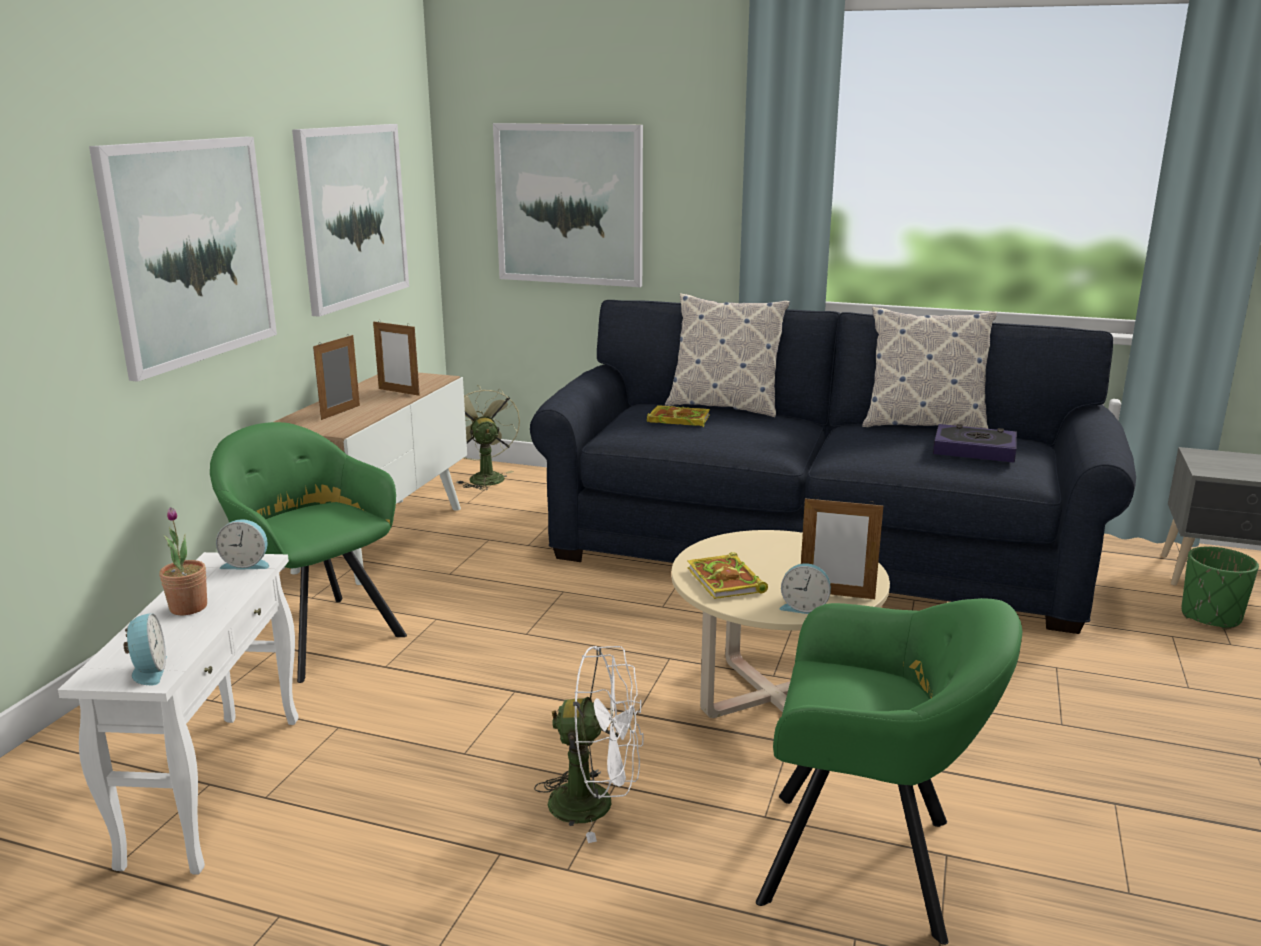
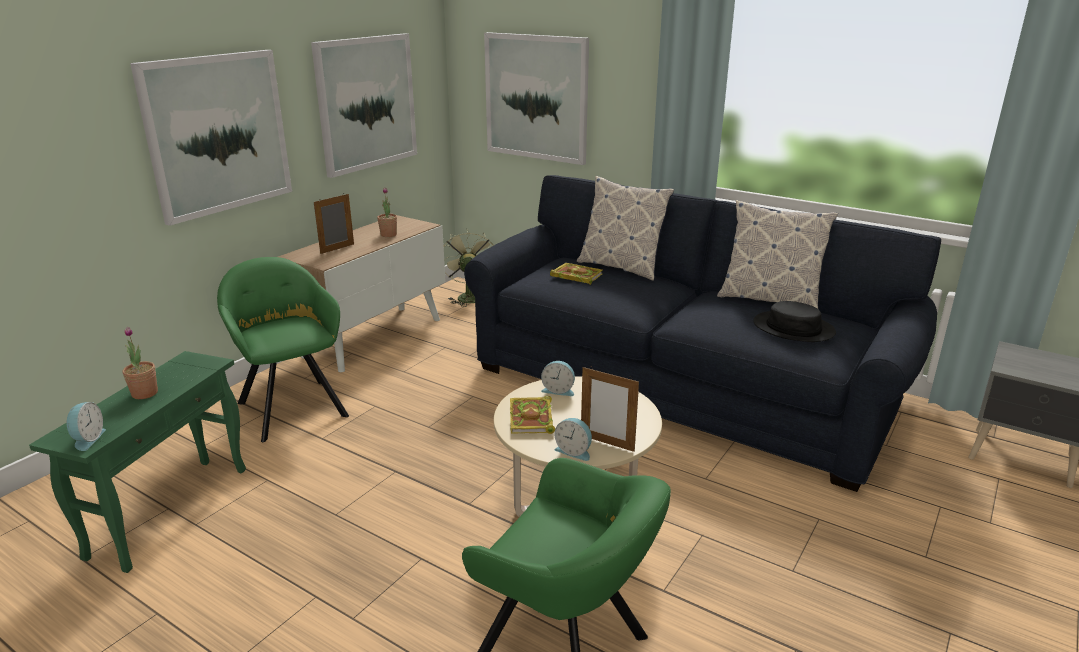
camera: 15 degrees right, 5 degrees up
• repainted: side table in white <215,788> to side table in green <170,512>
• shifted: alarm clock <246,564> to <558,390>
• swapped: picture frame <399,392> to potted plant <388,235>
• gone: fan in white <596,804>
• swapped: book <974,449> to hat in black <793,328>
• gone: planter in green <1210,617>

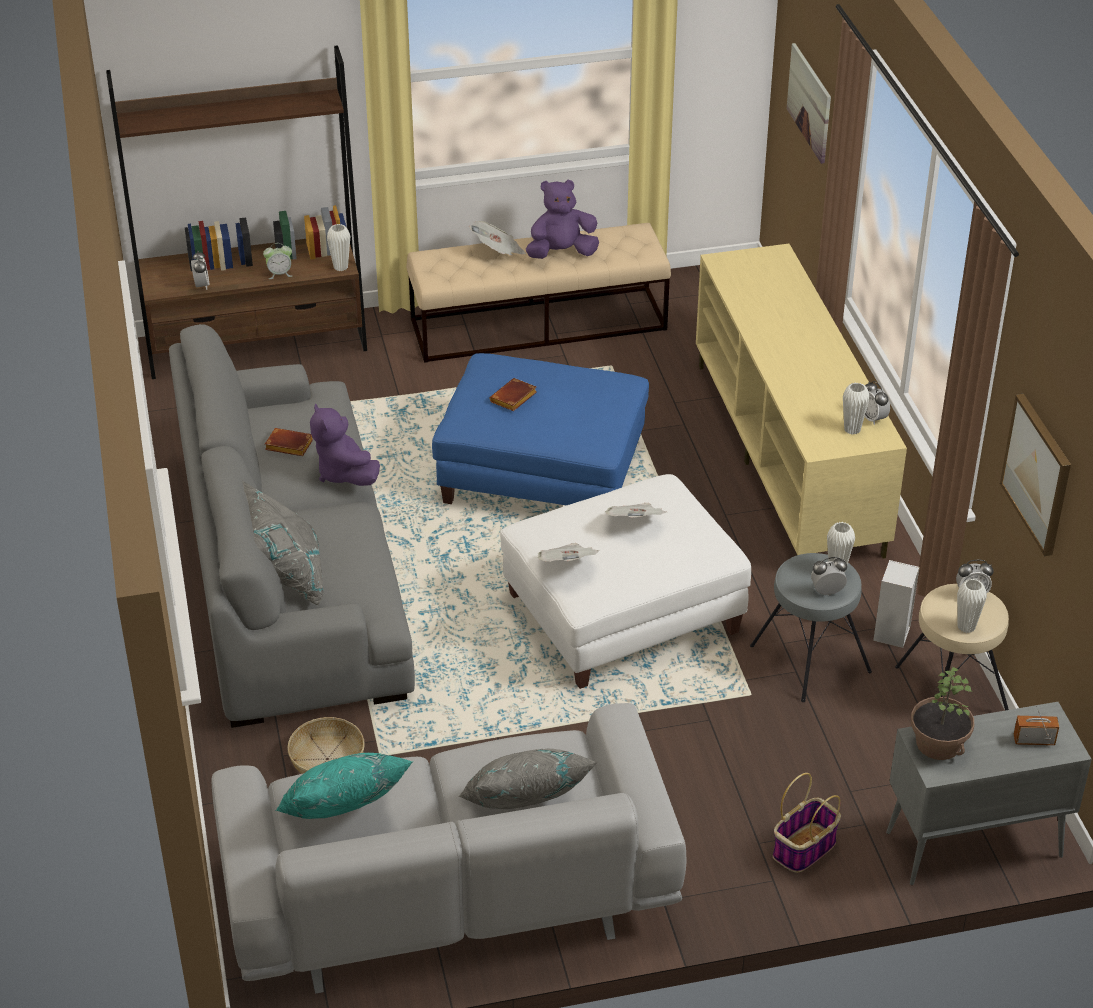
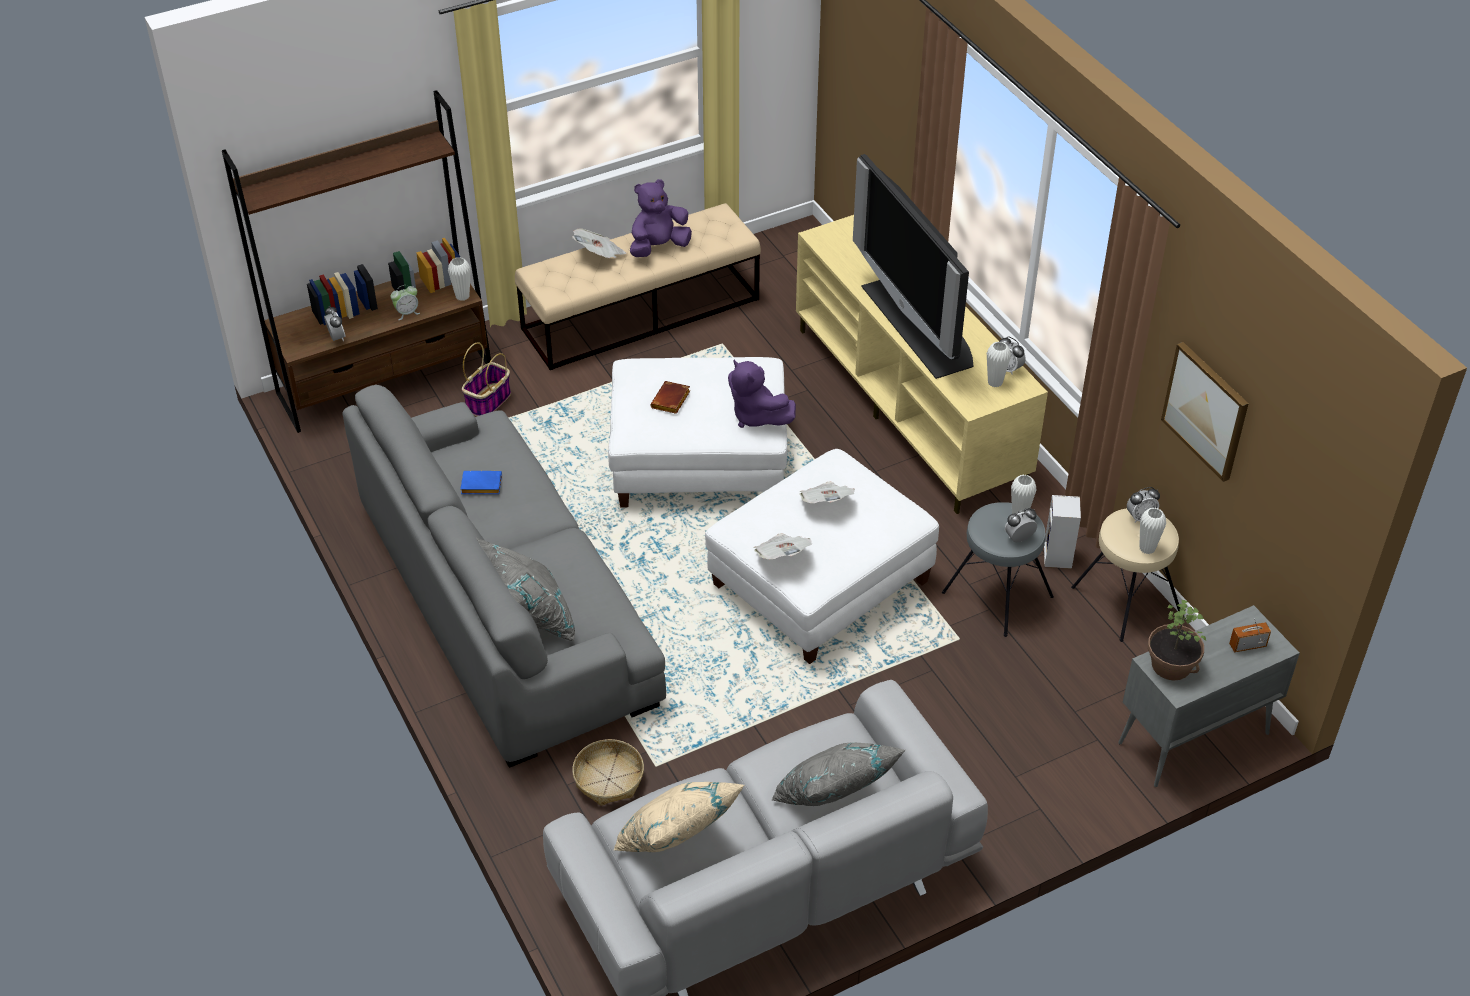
camera: 15 degrees left, 5 degrees up
• repainted: book in brown <287,446> to book in blue <480,486>
• repainted: pillow in turquoise <346,817> to pillow in beige <678,842>
• shifted: plush toy in purple <344,473> to <756,416>
• repainted: ottoman in blue <542,473> to ottoman in white <698,461>
• shifted: basket <804,849> to <488,402>
• gone: picture <809,102>
• new: television <919,325>

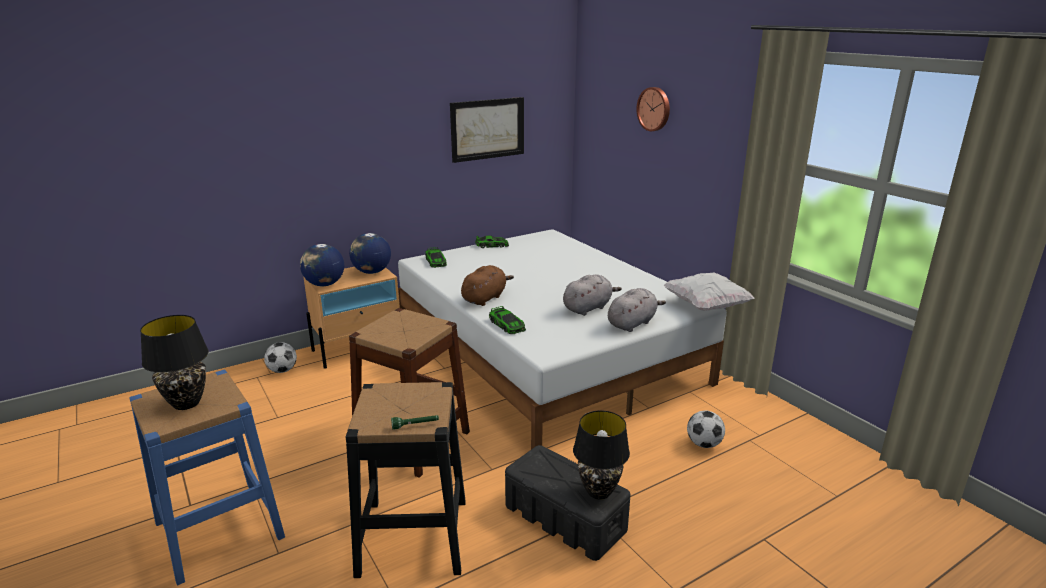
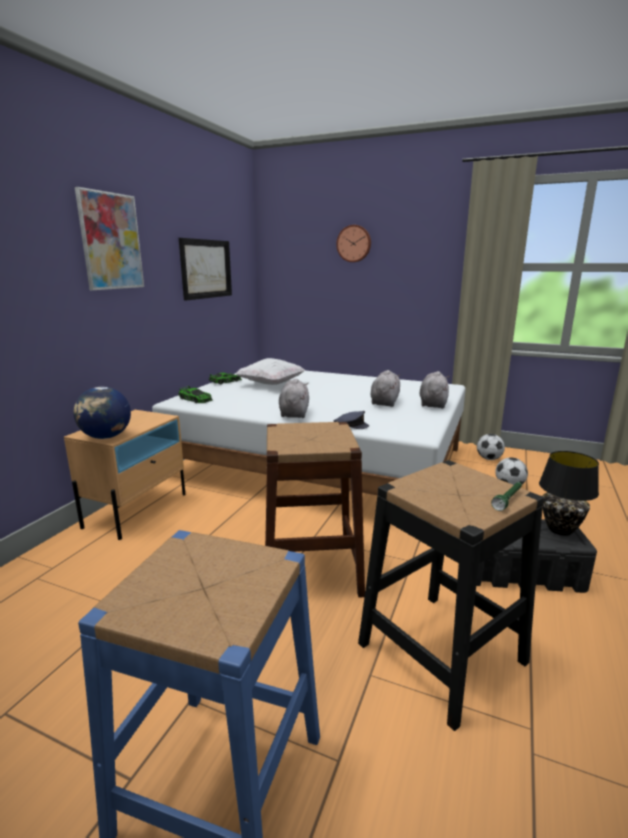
camera: 35 degrees left, 5 degrees down
• gone: table lamp in black <186,404>
• shifted: football <282,370> to <489,459>
• gone: globe <371,272>
• repainted: plush toy in brown <485,298> to plush toy in grey <294,413>
• swapped: toy car <507,325> to cap in grey <350,425>
• shifted: pillow in white <706,306> to <271,384>
• new: picture <111,241>

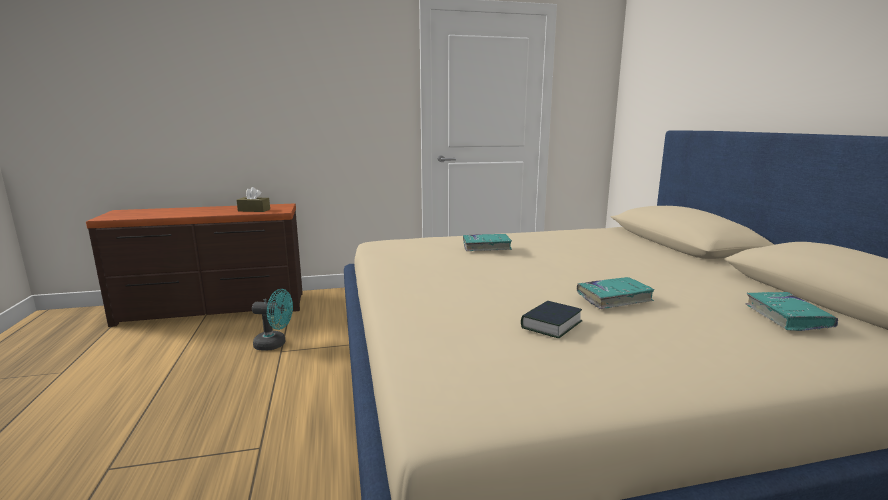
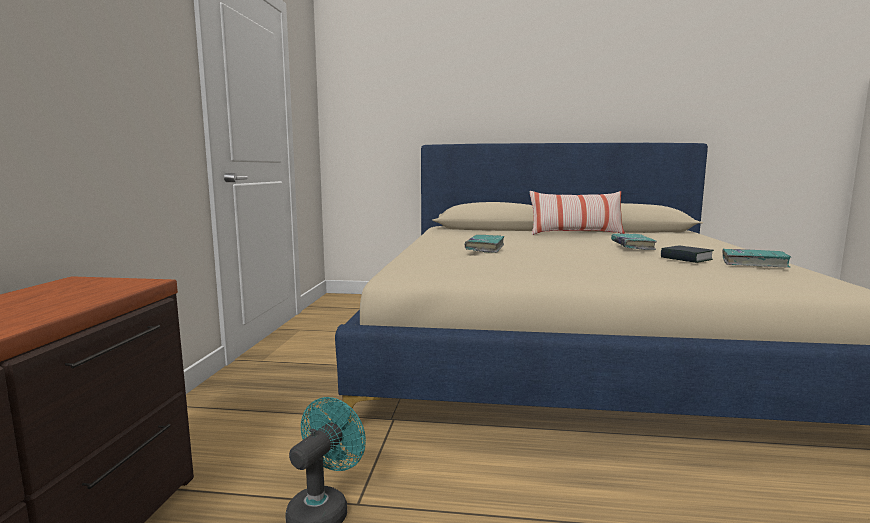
camera: 70 degrees left, 5 degrees down
• gone: tissue box in brown <254,210>
• shifted: book in turquoise <787,317> to <754,264>
• new: pillow <576,233>

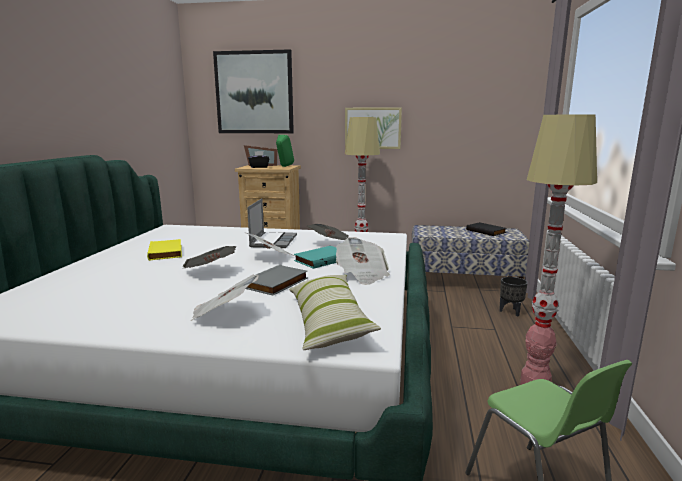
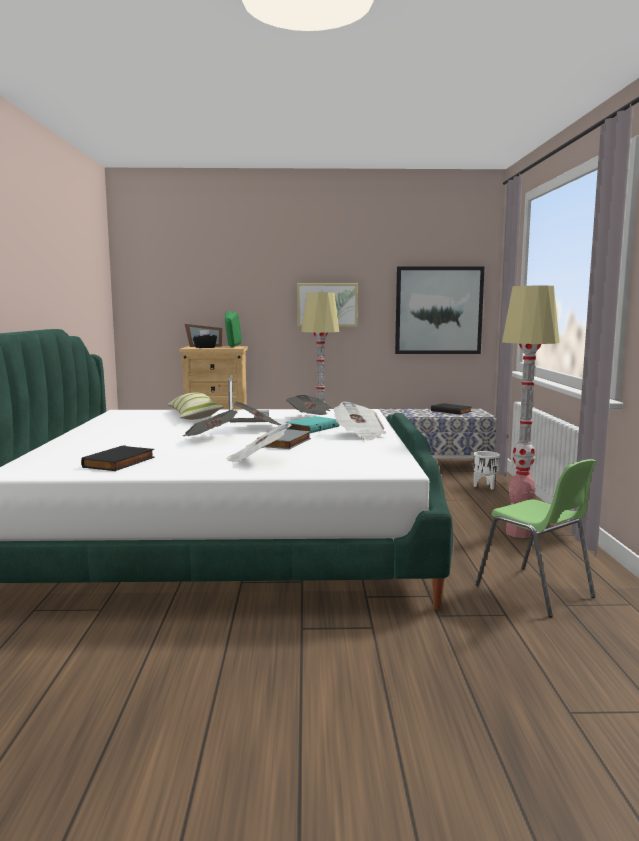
camera: 10 degrees left, 5 degrees down
• gone: book in yellow <167,252>
• shifted: picture <254,93> to <438,310>
• shifted: pillow <328,322> to <194,416>
• repainted: planter in black <511,311> to planter in white <485,486>
• new: book in black <120,463>

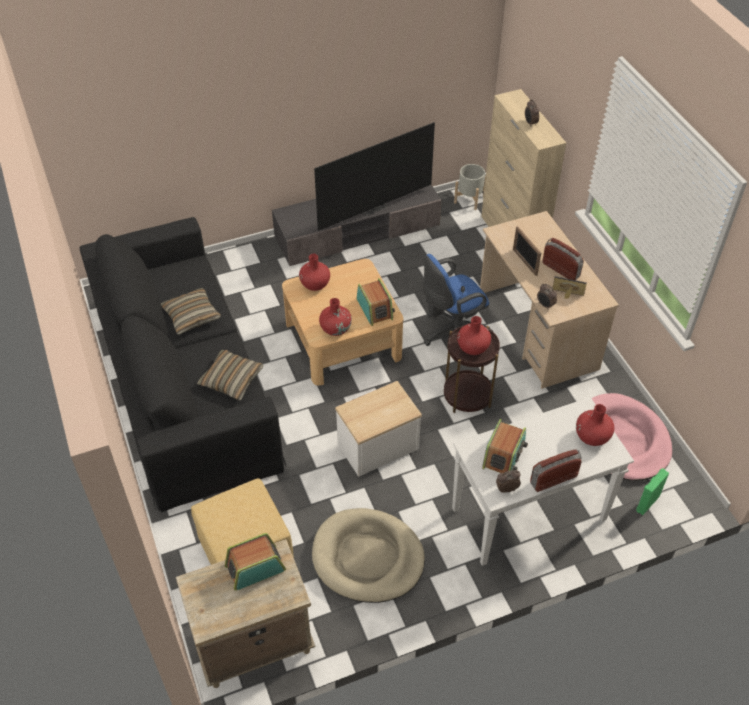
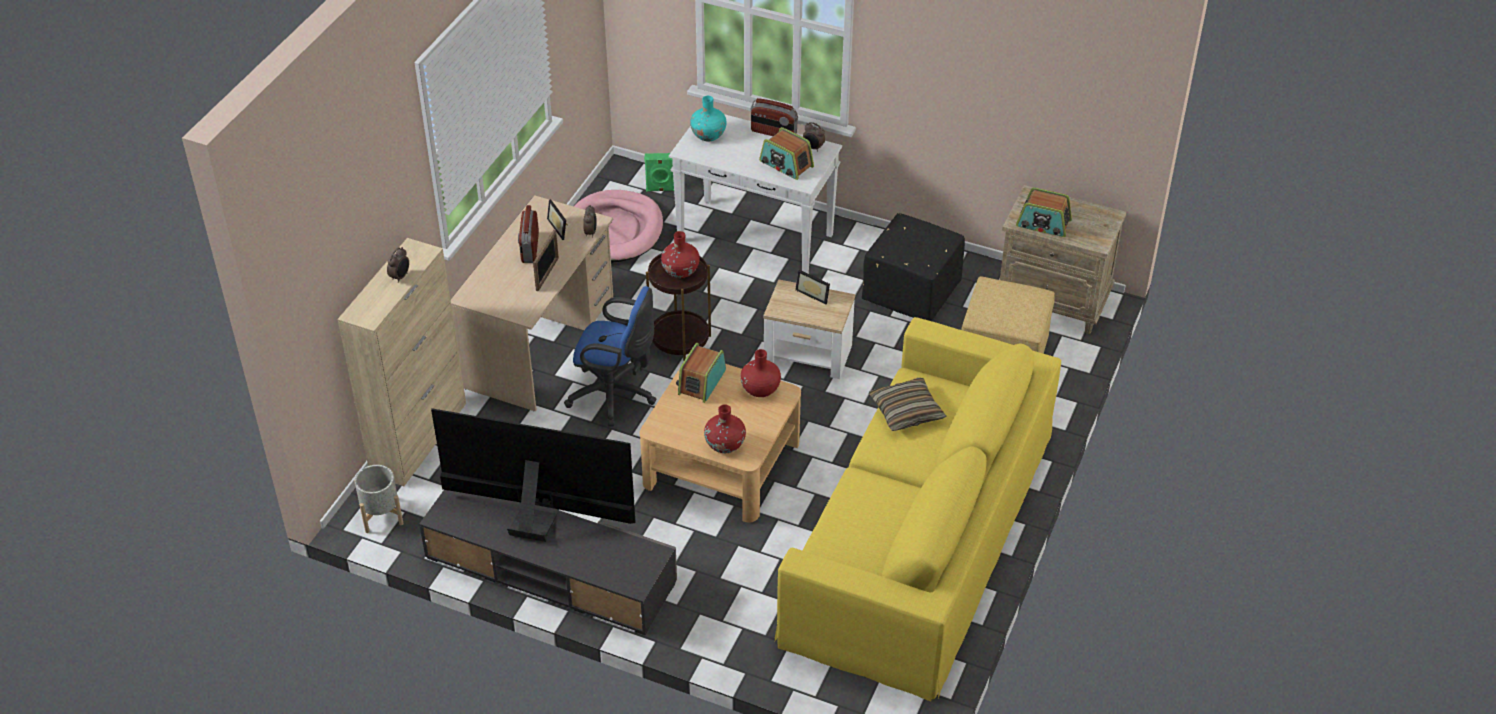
camera: 135 degrees left, 5 degrees down
• repainted: sofa in black <184,381> to sofa in yellow <920,534>
• gone: pillow <191,316>
• swapped: dog bed in beige <368,558> to ottoman in black <910,292>
• rotated: radio <504,455> = <786,164> 120 degrees counterclockwise
• repainted: vase in red <592,437> to vase in turquoise <708,135>
• new: picture frame <814,293>

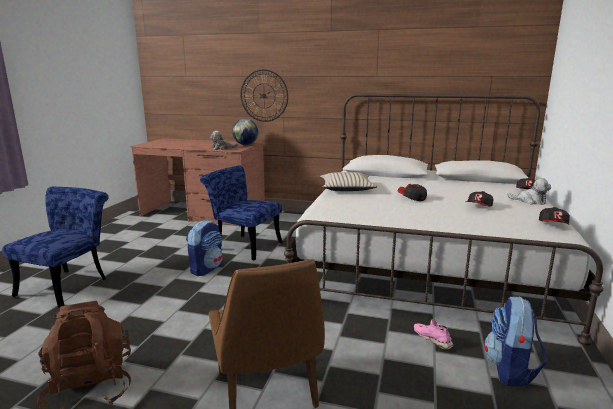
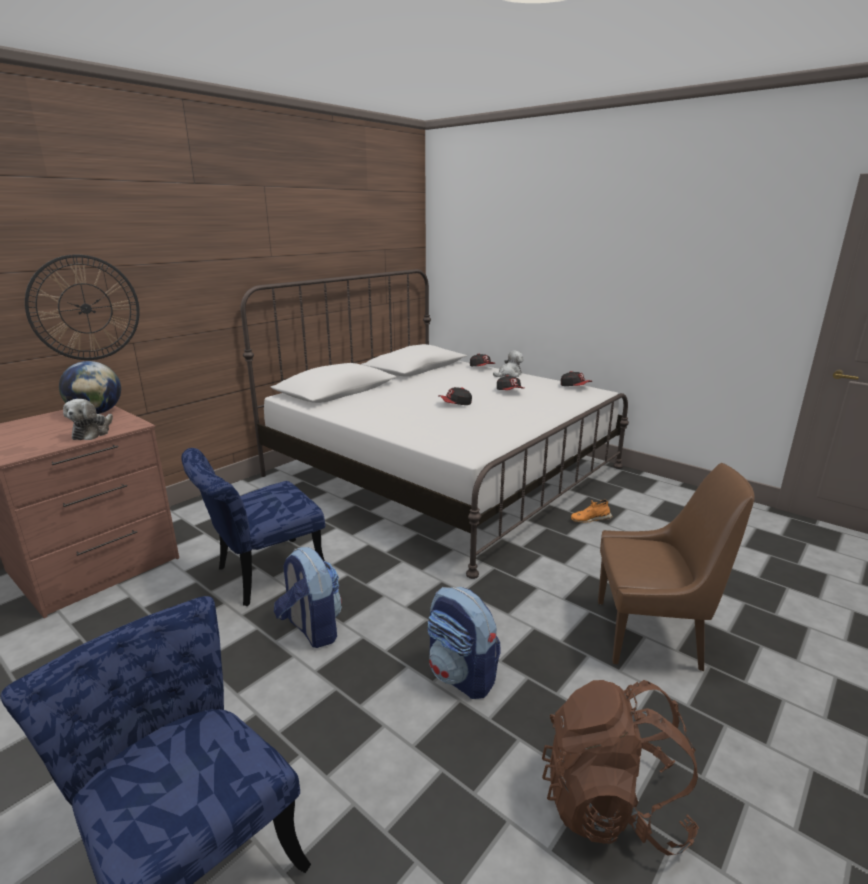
camera: 65 degrees left, 5 degrees up
• gone: pillow in beige <346,188>
• repainted: shoe in pink <432,339> to shoe in orange <590,519>
• shifted: backpack <510,370> to <462,675>

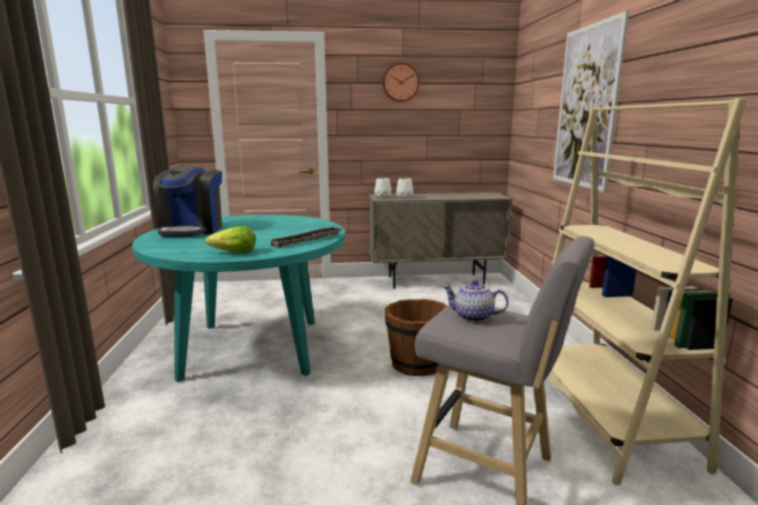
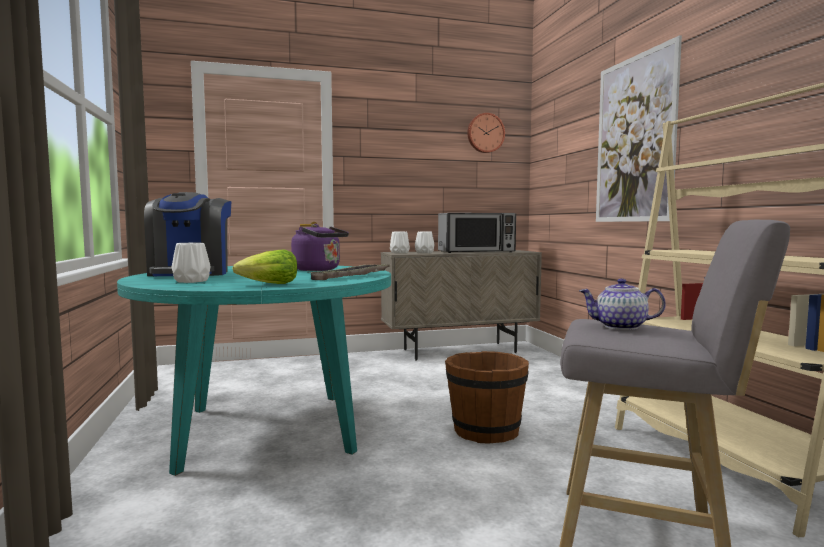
camera: 10 degrees left, 10 degrees down
• shifted: wall clock <400,82> to <485,133>
• new: vase in white <192,281>
• new: kettle in purple <319,270>
• new: microwave <476,251>

